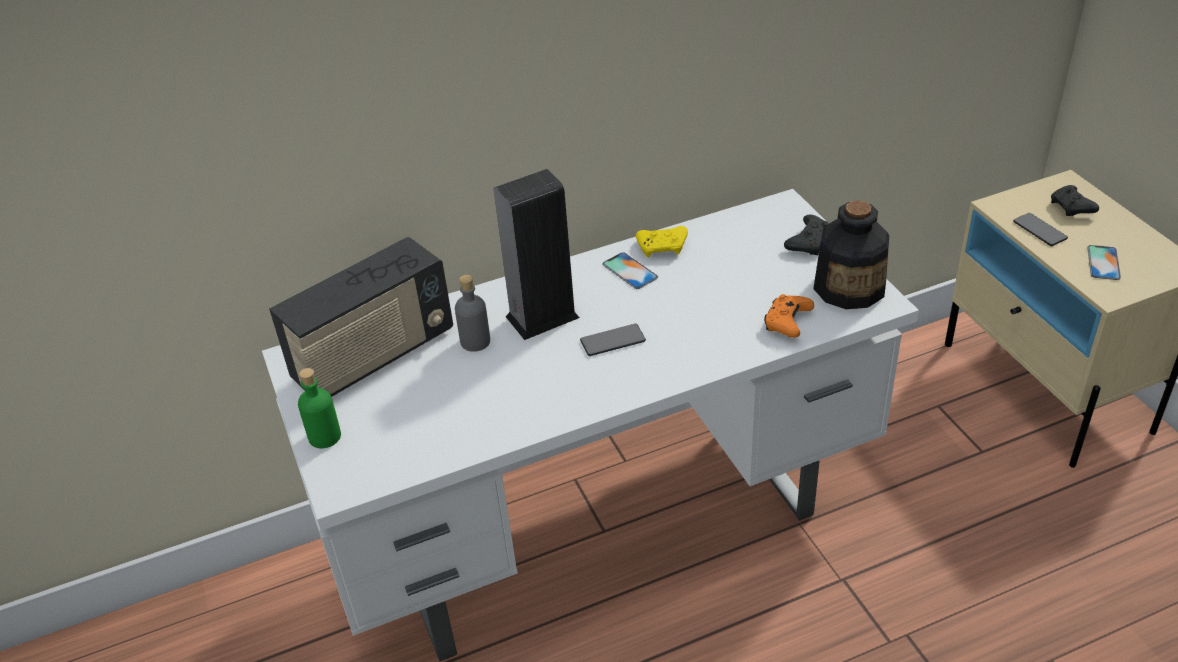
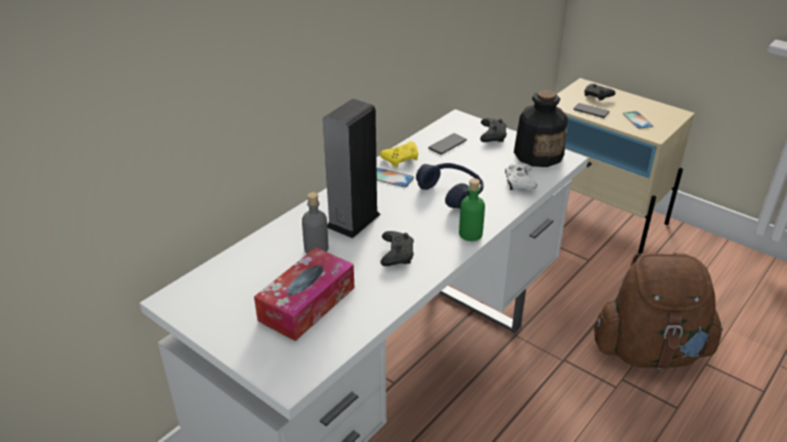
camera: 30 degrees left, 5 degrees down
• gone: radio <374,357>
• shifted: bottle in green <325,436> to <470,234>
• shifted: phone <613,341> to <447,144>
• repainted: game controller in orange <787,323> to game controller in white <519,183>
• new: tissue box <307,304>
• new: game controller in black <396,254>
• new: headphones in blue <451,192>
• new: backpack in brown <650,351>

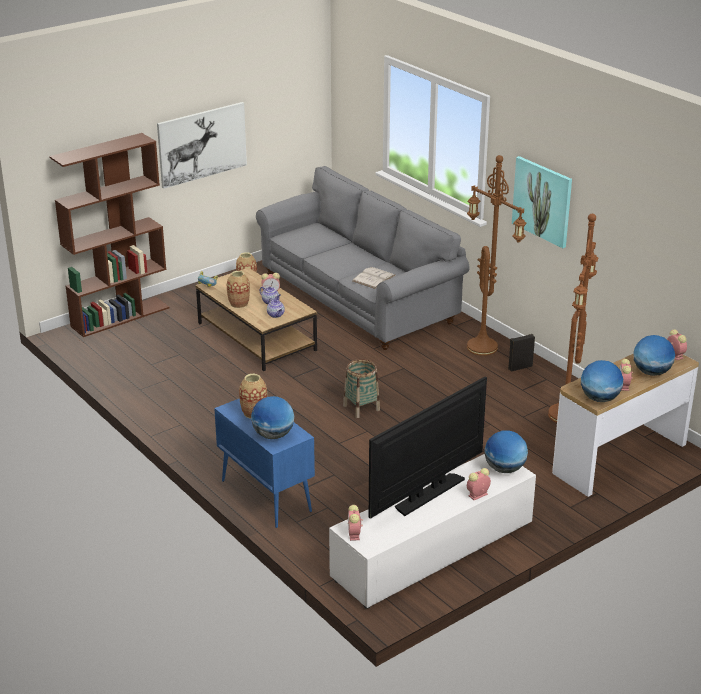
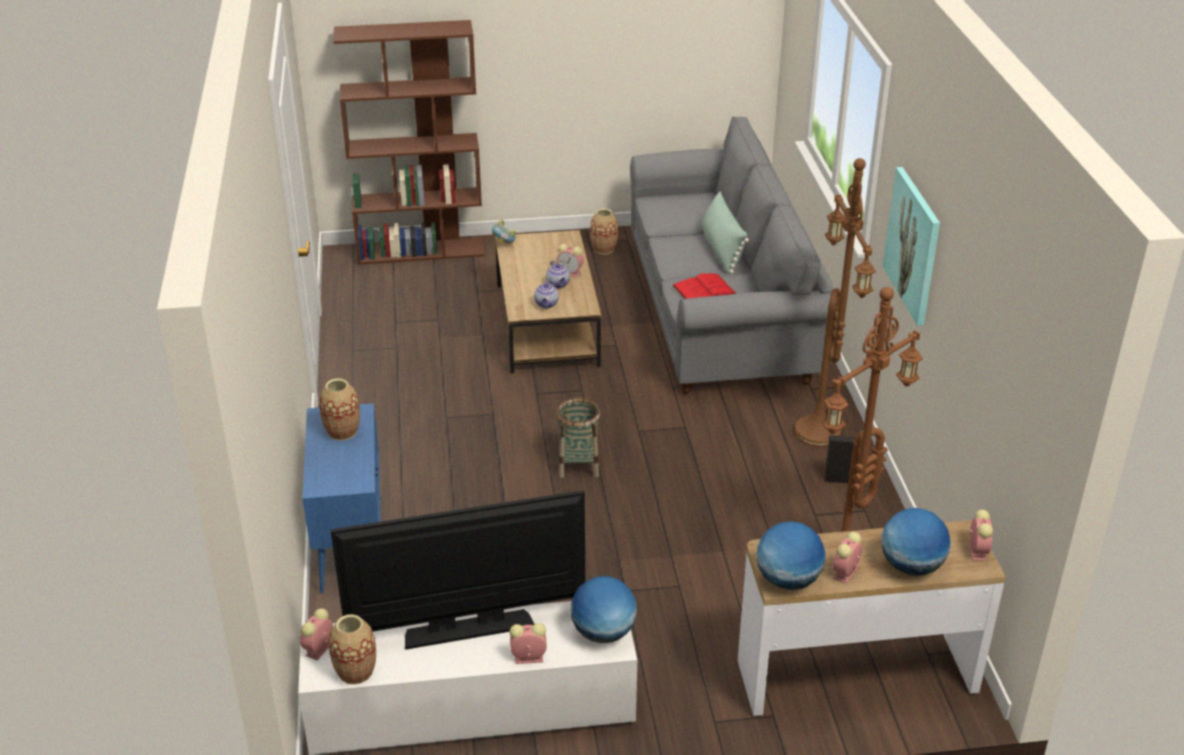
camera: 30 degrees right, 5 degrees up
• gone: picture <202,144>
• shifted: vase <239,304> to <355,672>
• gone: globe <273,435>
• repainted: book in white <373,278> to book in red <704,290>
• new: pillow in green <721,249>

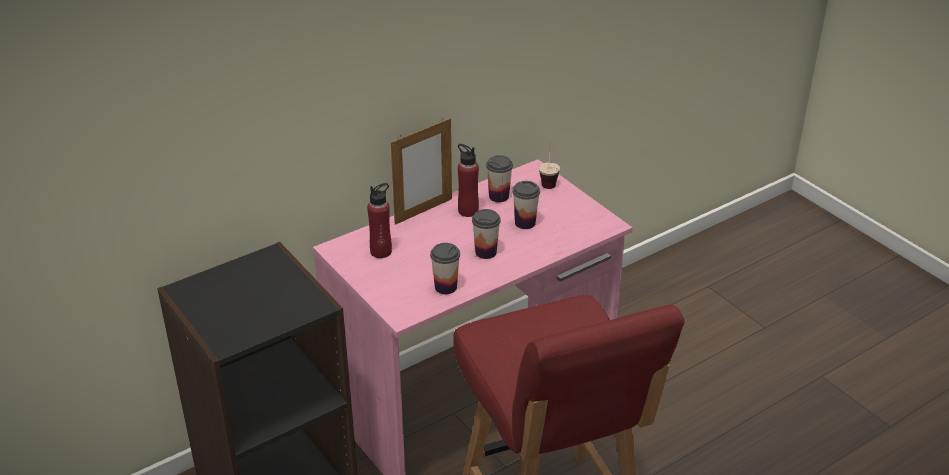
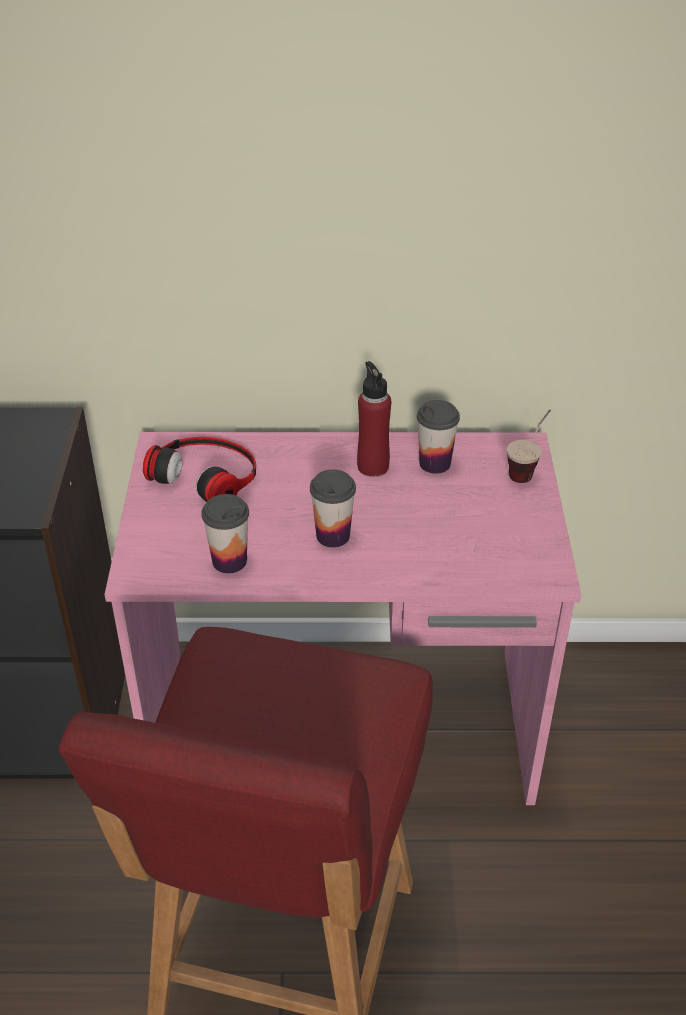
camera: 35 degrees right, 5 degrees up
• swapped: bottle in red <381,251> to headphones <207,474>
• gone: picture frame <423,211>
• gone: cup <525,223>

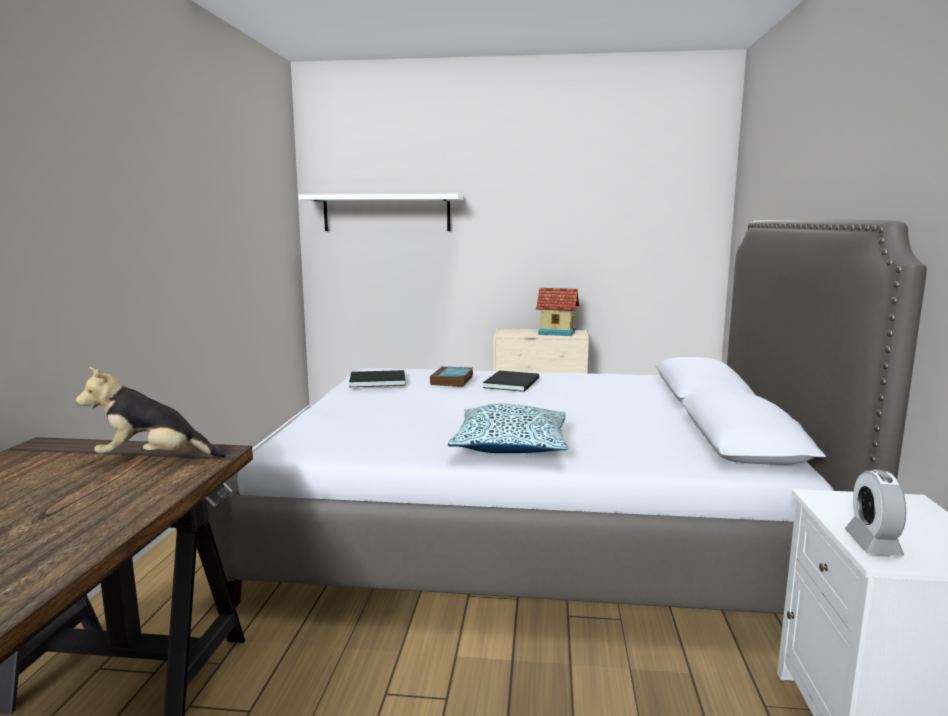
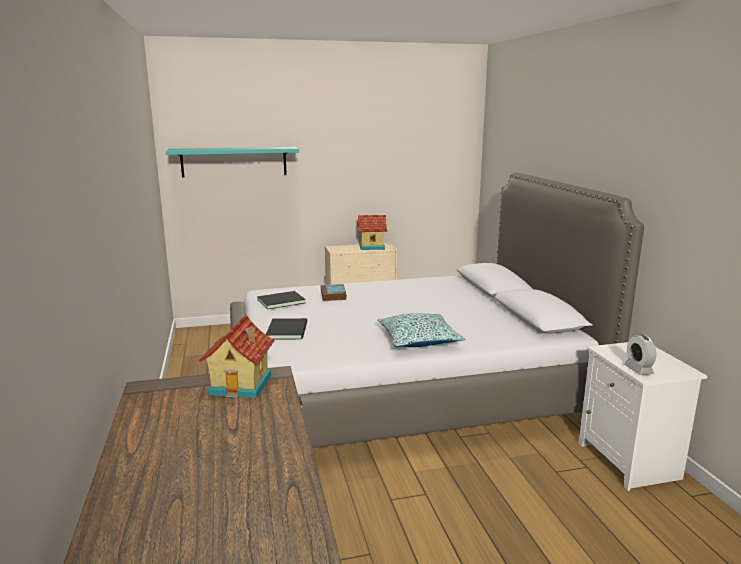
camera: 20 degrees left, 5 degrees up
• swapped: plush toy <154,459> to toy house <242,384>
• repainted: shelf in white <386,213> to shelf in turquoise <234,161>
• shifted: book in black <513,383> to <288,330>

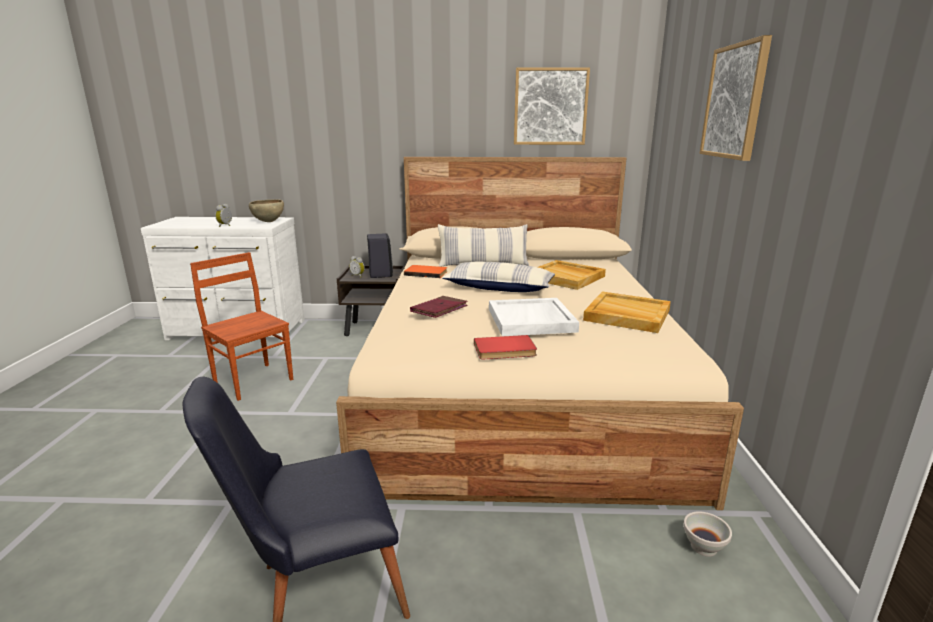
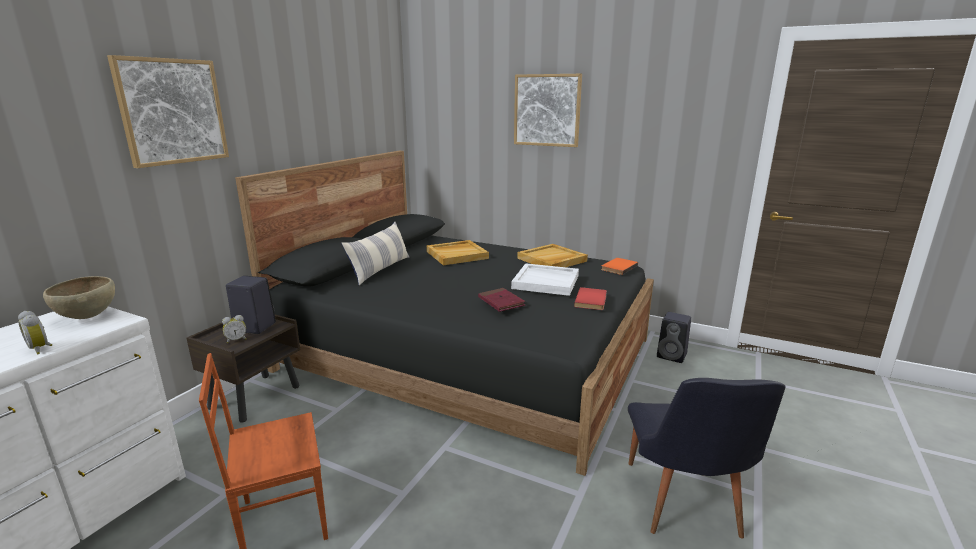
camera: 65 degrees left, 0 degrees up
• repainted: bed in beige <518,385> to bed in black <467,354>
• shifted: book in orange <426,273> to <618,267>
• gone: pillow <499,288>
• shifted: picture <550,107> to <172,111>
• swapped: bowl in white <704,547> to speaker in black <672,356>

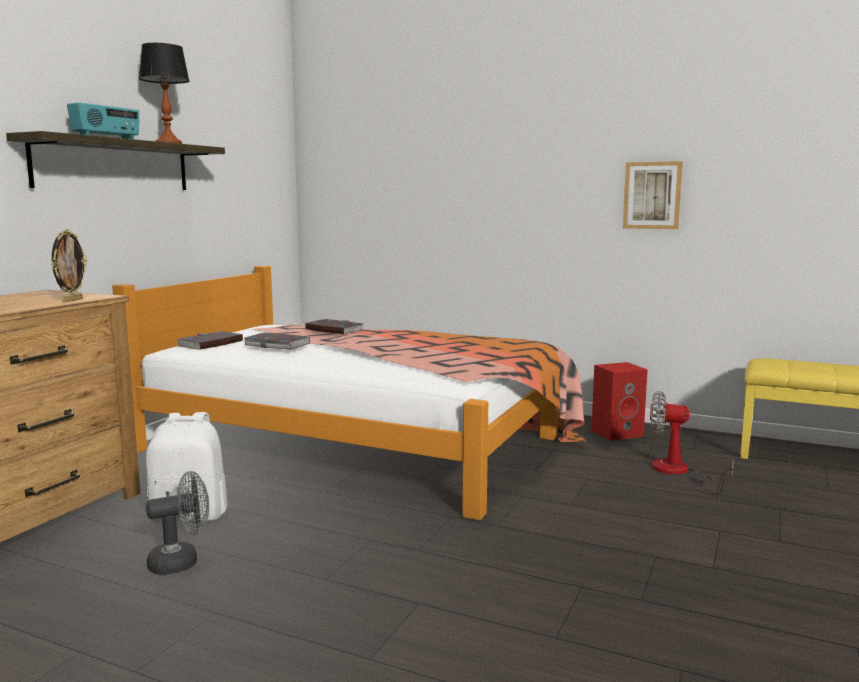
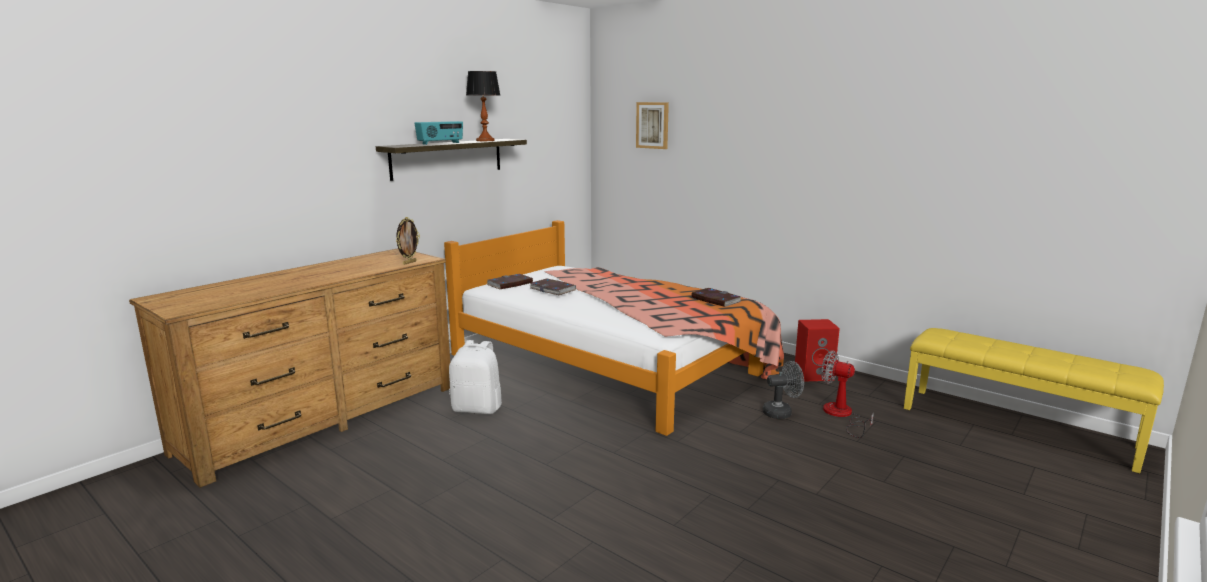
camera: 15 degrees right, 5 degrees up
• shifted: fan in grey <181,562> to <781,412>
• shifted: book <334,330> to <715,300>
• shifted: picture <652,195> to <652,125>

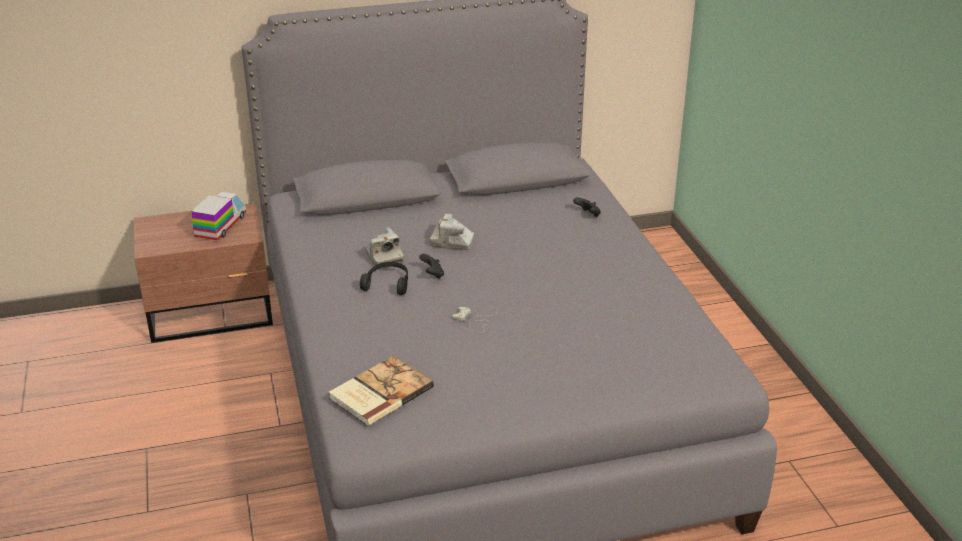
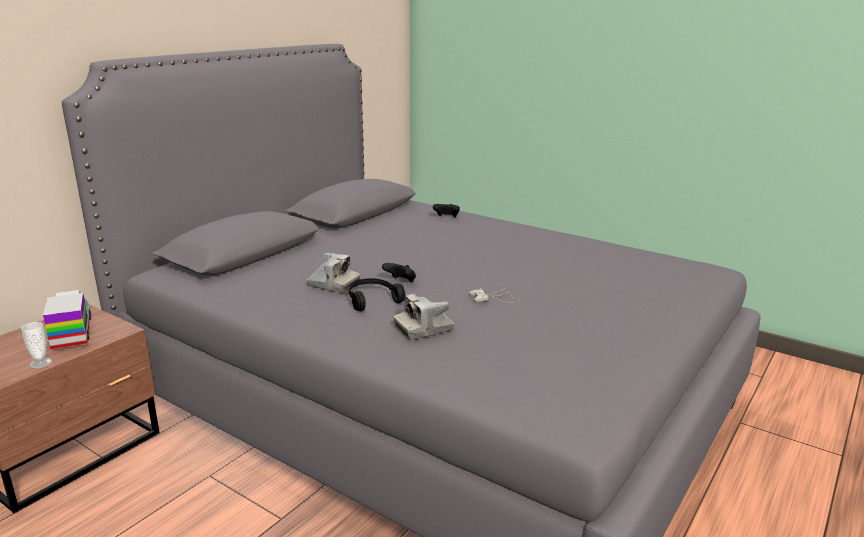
camera: 40 degrees left, 10 degrees down
• gone: book <379,393>
• shifted: photo camera <452,242> to <424,329>
• new: cup <40,363>

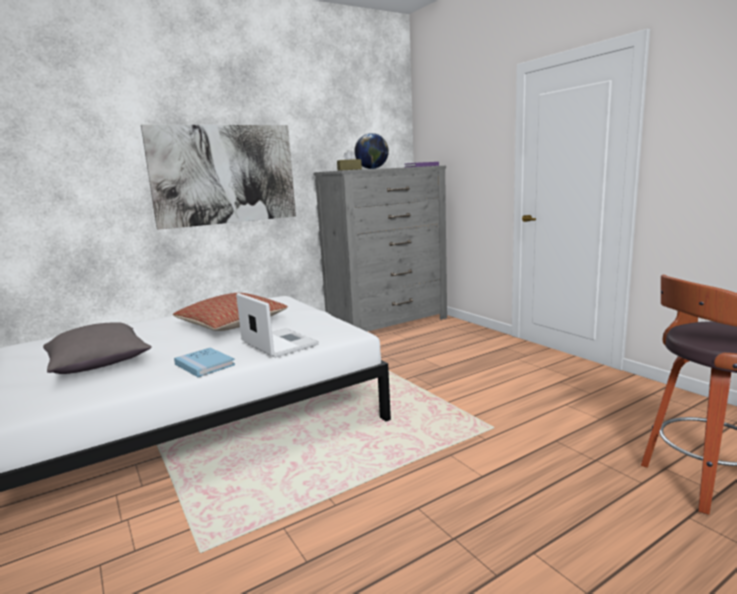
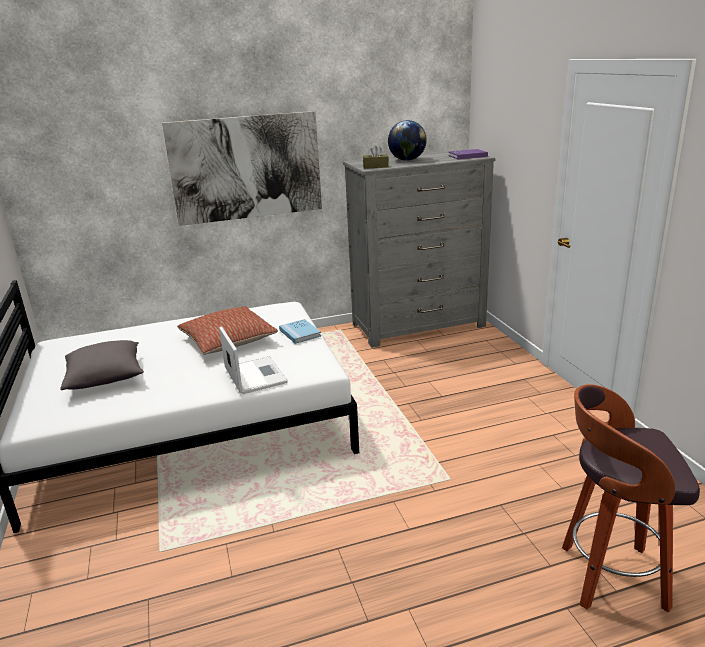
camera: 15 degrees right, 10 degrees up
• shifted: book in blue <204,364> to <300,333>

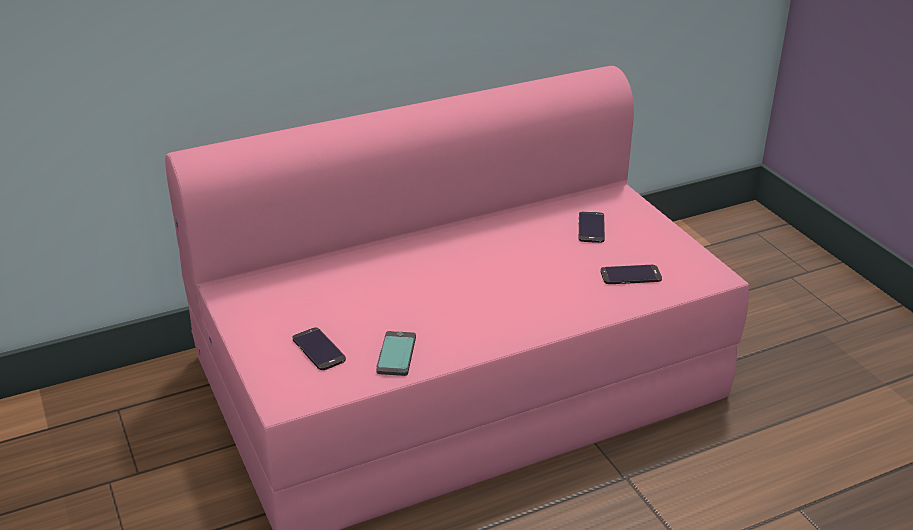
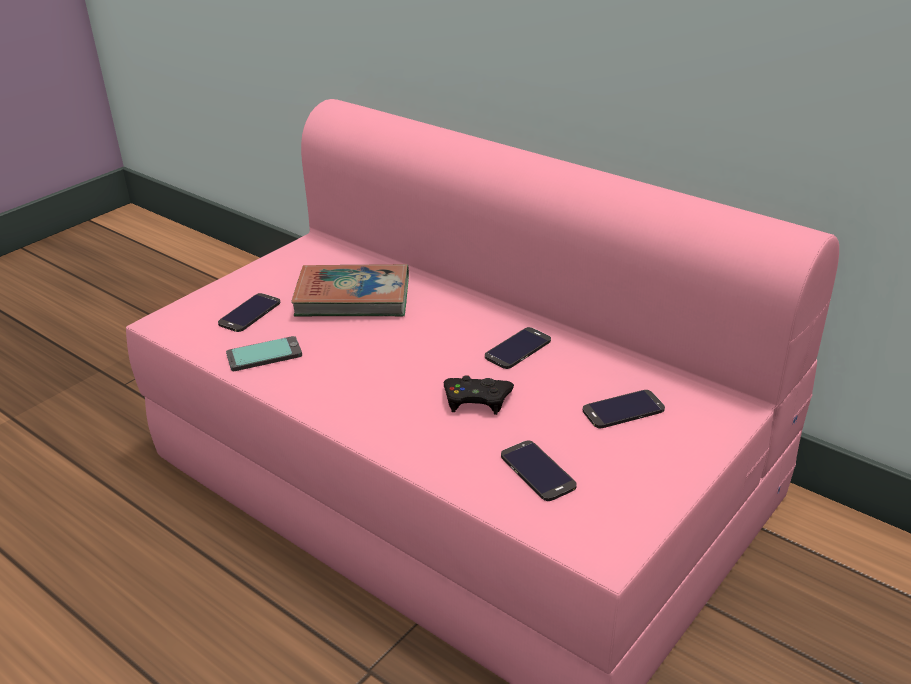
camera: 65 degrees right, 0 degrees up
• new: book <353,297>
• new: game controller in black <477,399>
• new: phone <518,349>

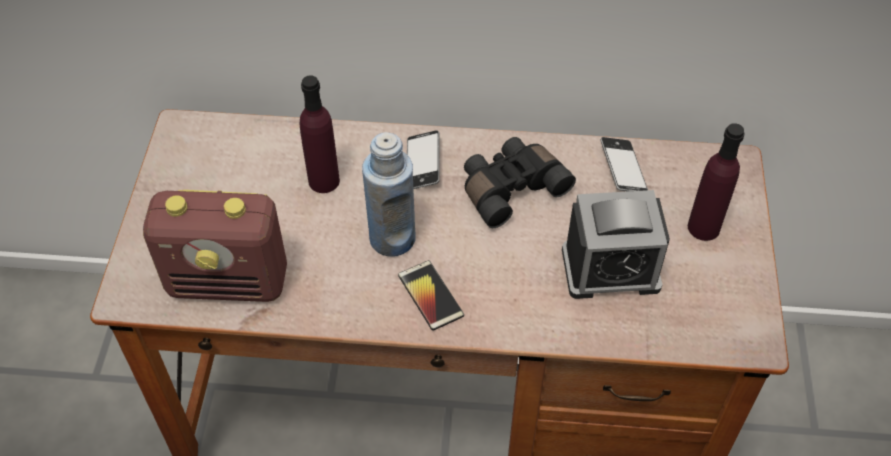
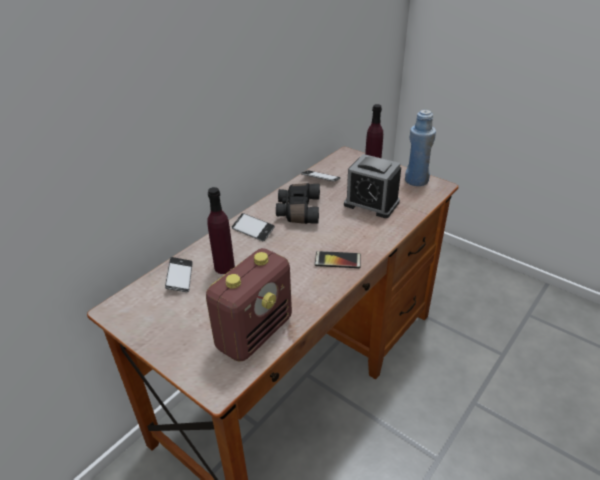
camera: 55 degrees left, 15 degrees down
• shifted: bottle in blue <392,238> to <416,180>
• rotated: alarm clock <610,269> = <371,203> 90 degrees clockwise
• new: phone <180,277>

